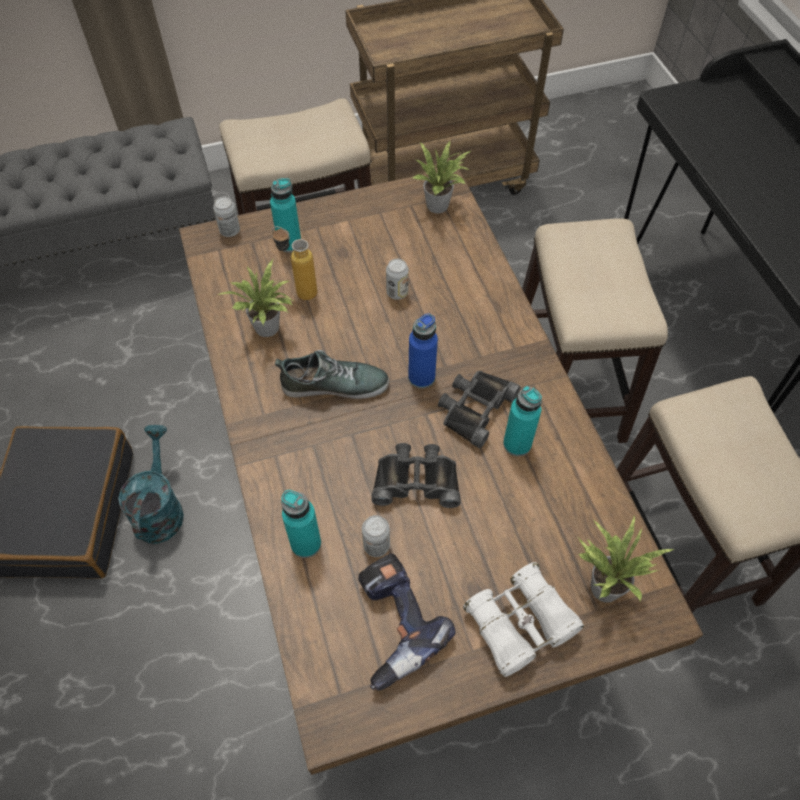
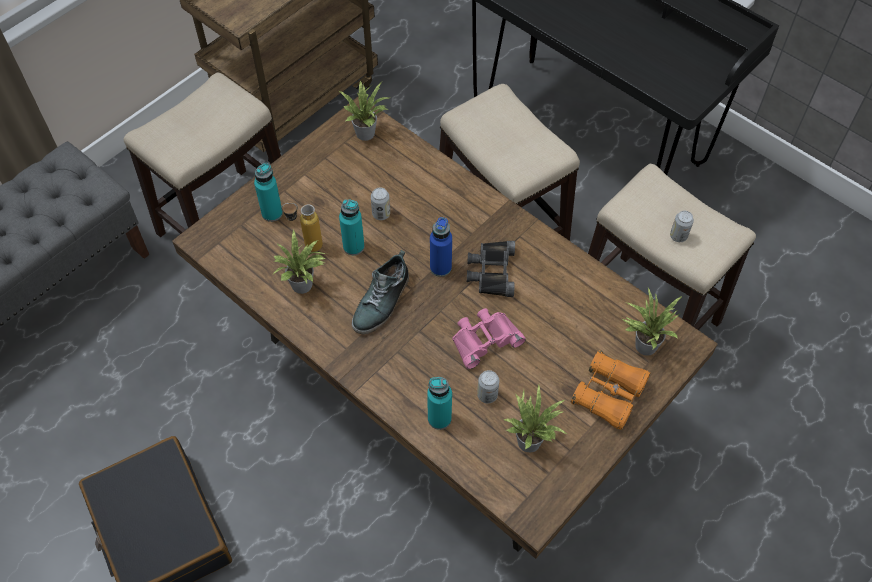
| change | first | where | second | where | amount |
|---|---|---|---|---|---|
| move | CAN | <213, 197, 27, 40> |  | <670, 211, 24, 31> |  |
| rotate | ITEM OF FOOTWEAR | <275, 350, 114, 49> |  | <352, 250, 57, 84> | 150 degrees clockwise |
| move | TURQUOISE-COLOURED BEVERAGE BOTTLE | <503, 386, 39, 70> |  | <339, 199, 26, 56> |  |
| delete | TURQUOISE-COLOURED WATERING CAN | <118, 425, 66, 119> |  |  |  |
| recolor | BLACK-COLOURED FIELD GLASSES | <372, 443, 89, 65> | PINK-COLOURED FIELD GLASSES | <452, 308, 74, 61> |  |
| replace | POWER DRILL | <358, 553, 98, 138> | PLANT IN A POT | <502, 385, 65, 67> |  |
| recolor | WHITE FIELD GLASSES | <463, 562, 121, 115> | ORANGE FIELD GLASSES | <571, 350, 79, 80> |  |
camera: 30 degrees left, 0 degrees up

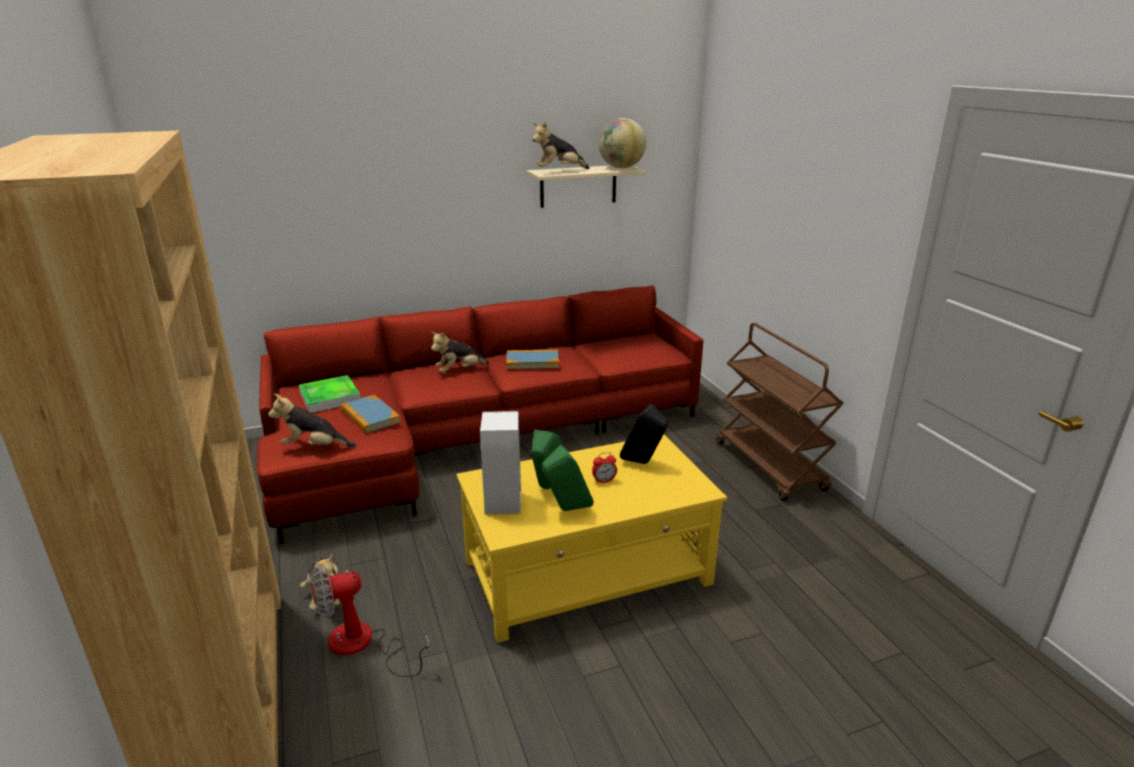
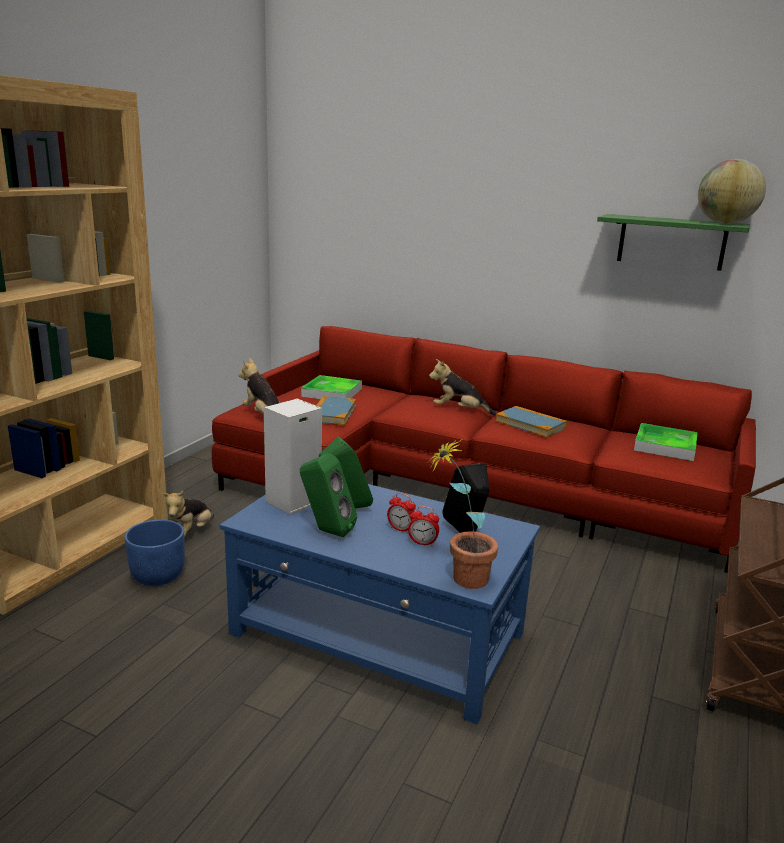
| change | first | where | second | where | amount |
|---|---|---|---|---|---|
| delete | SOFT TOY | <532, 122, 58, 47> |  |  |  |
| recolor | BEIGE-COLOURED SHELF | <527, 165, 119, 43> | GREEN SHELF | <597, 214, 153, 57> |  |
| recolor | YELLOW COFFEE TABLE | <457, 435, 270, 208> | BLUE COFFEE TABLE | <220, 484, 320, 240> |  |
| replace | ELECTRIC FAN | <310, 564, 121, 113> | BLUE FLOWER POT | <124, 520, 61, 66> |  |
| insert |  |  | CARRYING TRAY | <634, 423, 64, 38> |  |
| insert |  |  | PLANT IN A POT | <427, 439, 71, 150> |  |
| insert |  |  | ALARM CLOCK | <408, 506, 31, 40> |  |
camera: 45 degrees right, 5 degrees down

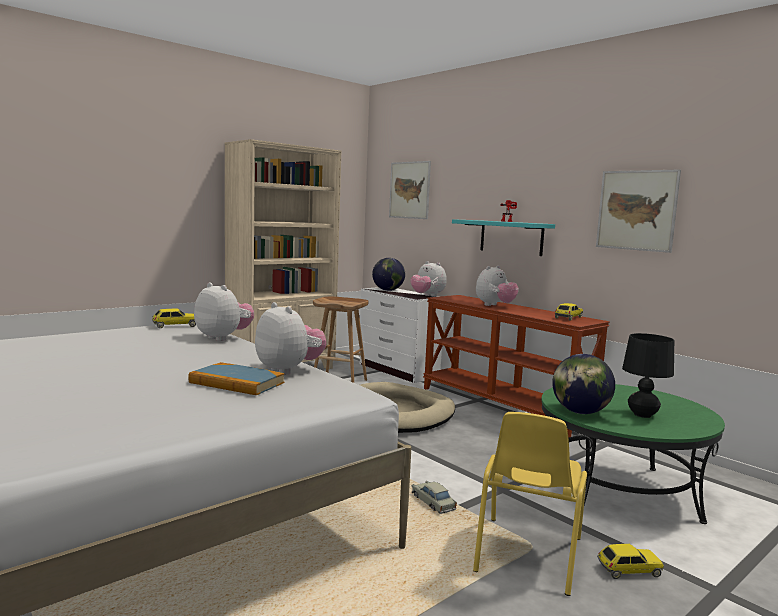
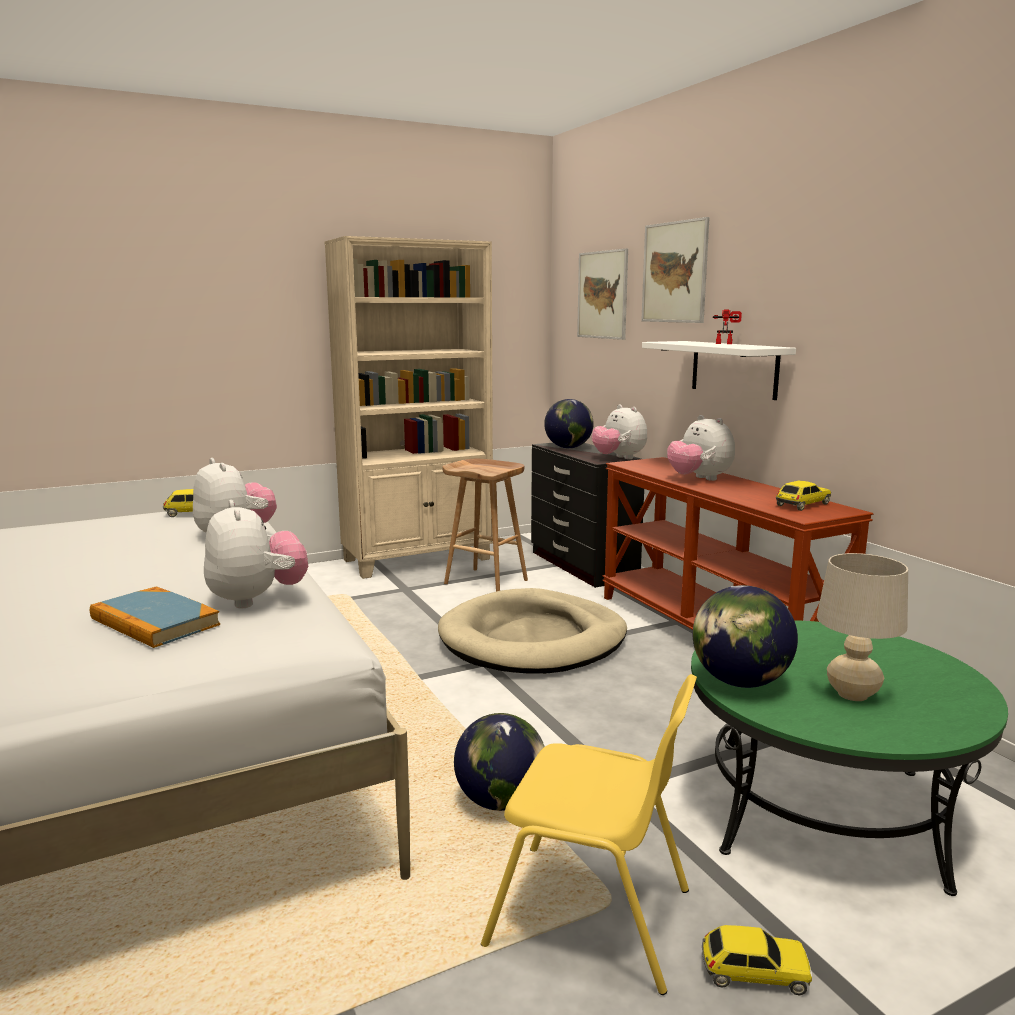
| change | first | where | second | where | amount |
|---|---|---|---|---|---|
| move | PICTURE | <596, 170, 85, 83> |  | <641, 217, 69, 106> |  |
| recolor | TURQUOISE-COLOURED SHELF | <452, 219, 103, 37> | WHITE SHELF | <642, 341, 154, 59> |  |
| rotate | SOFT TOY | <476, 265, 43, 41> |  | <667, 415, 68, 66> | 90 degrees clockwise |
| recolor | WHITE DRAWER CHEST | <359, 287, 85, 96> | BLACK-COLOURED DRAWER CHEST | <531, 443, 113, 145> |  |
| recolor | BLACK-COLOURED TABLE LAMP | <622, 333, 52, 85> | BEIGE-COLOURED TABLE LAMP | <817, 553, 91, 148> |  |
| rotate | YELLOW PLAIN CHAIR | <473, 412, 114, 184> |  | <481, 674, 216, 321> | 105 degrees counterclockwise |
| replace | BEIGE-COLOURED MODEL CAR | <412, 481, 45, 33> | WORLD GLOBE | <454, 713, 91, 98> |  |
camera: 15 degrees right, 5 degrees up

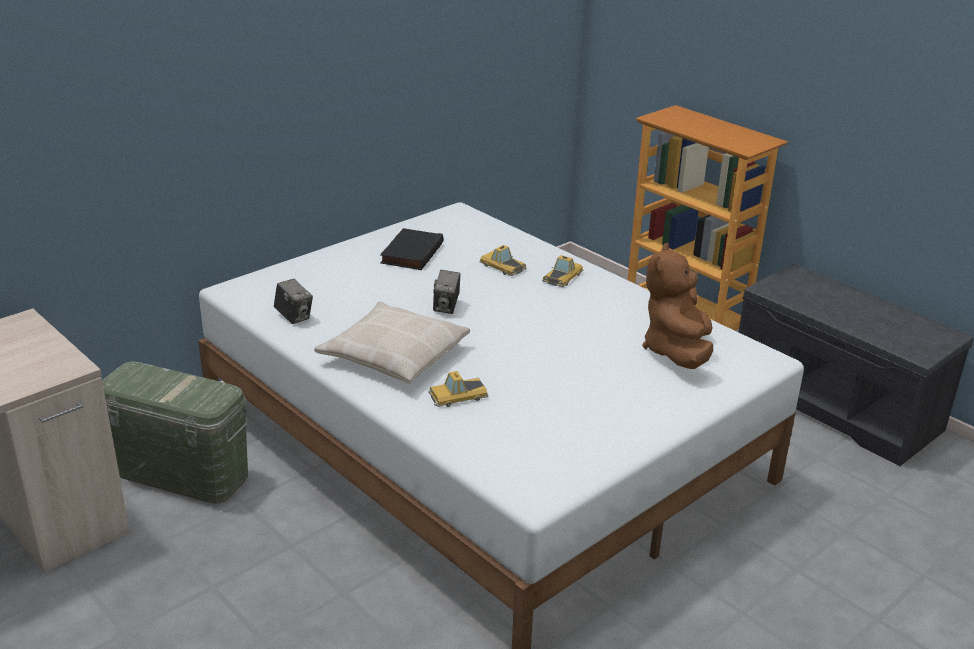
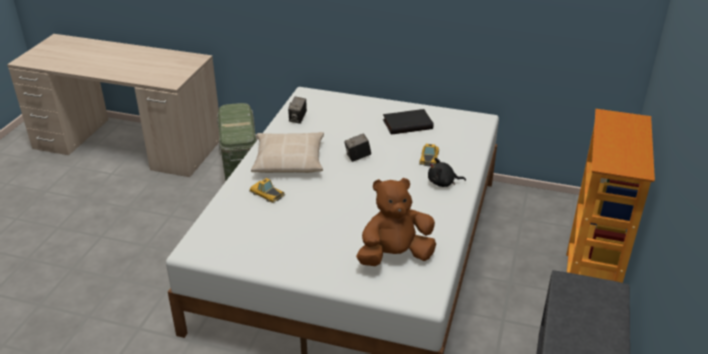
| change | first | where | second | where | amount |
|---|---|---|---|---|---|
| replace | MODEL CAR | <542, 255, 41, 32> | BLACK-COLOURED SOFT TOY | <428, 158, 38, 29> |  |
camera: 60 degrees right, 5 degrees up

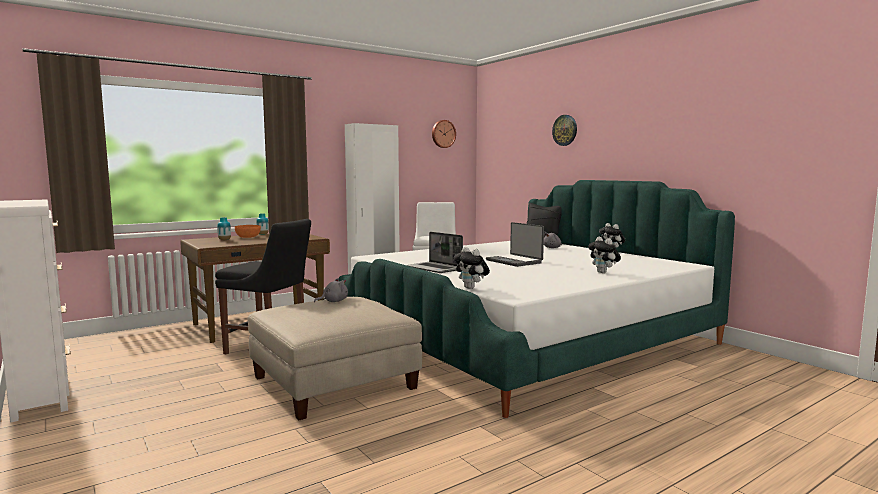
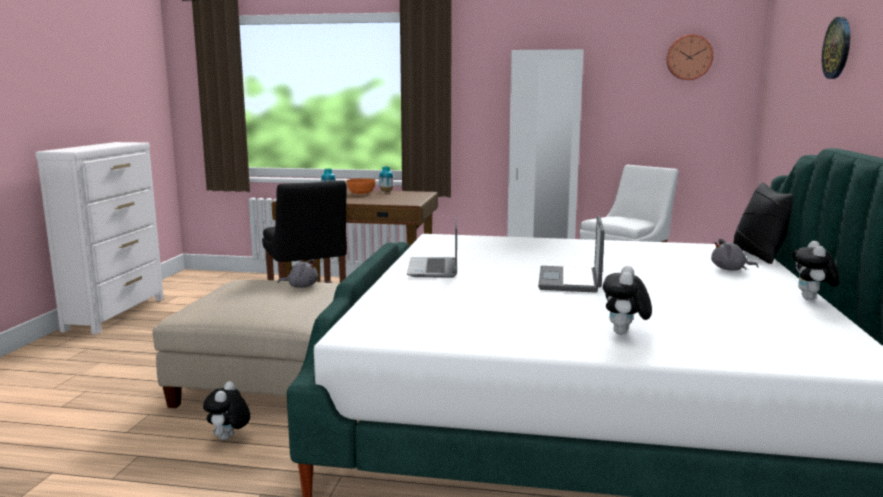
| change | first | where | second | where | amount |
|---|---|---|---|---|---|
| move | SOFT TOY | <453, 247, 37, 42> |  | <203, 381, 47, 59> |  |
camera: 45 degrees right, 5 degrees up

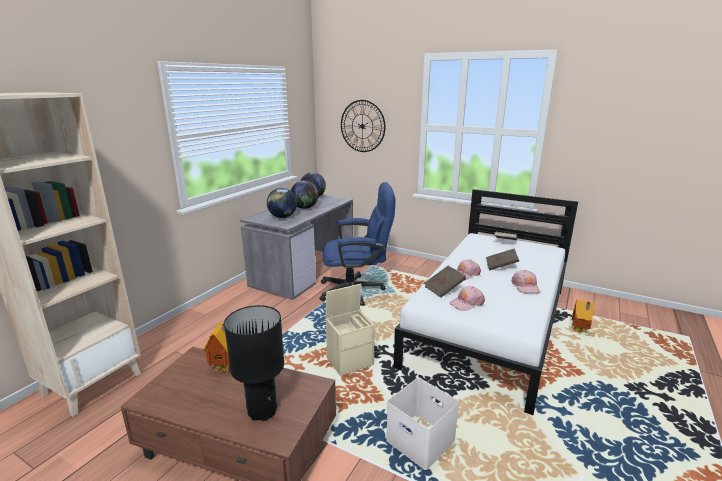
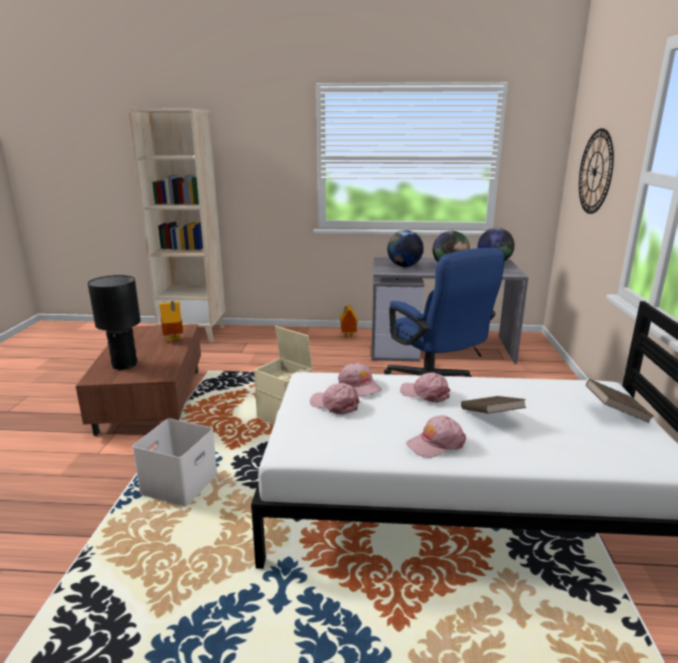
| change | first | where | second | where | amount |
|---|---|---|---|---|---|
| replace | BROWNISH BOUND BOOK | <424, 266, 42, 32> | PINK-COLOURED CAP | <338, 362, 44, 35> |  |
| move | TOY HOUSE | <572, 300, 23, 33> |  | <340, 305, 18, 33> |  |
camera: 65 degrees right, 0 degrees up

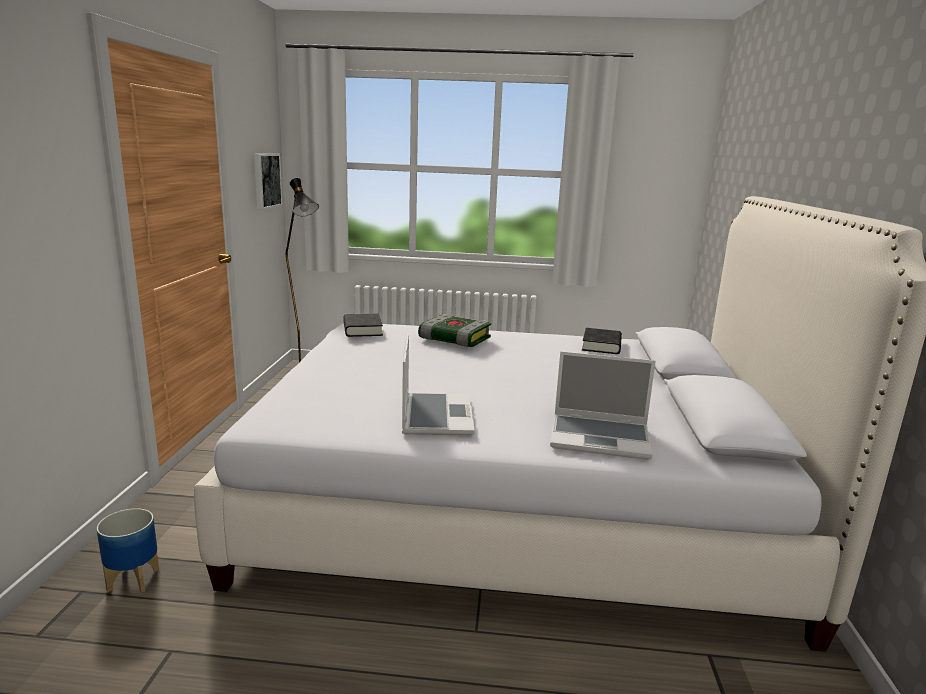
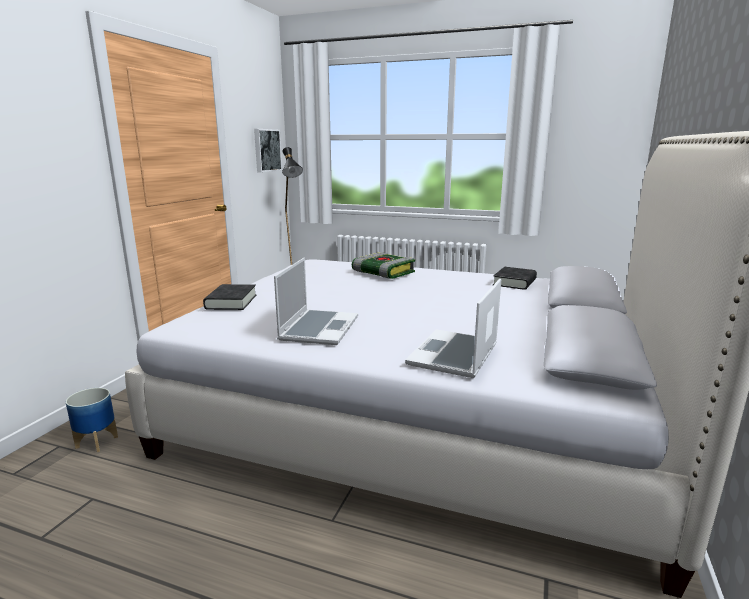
| change | first | where | second | where | amount |
|---|---|---|---|---|---|
| move | BLACK-COLOURED BOUND BOOK | <343, 313, 40, 24> |  | <203, 284, 54, 26> |  |
| rotate | PORTABLE COMPUTER | <550, 351, 106, 109> |  | <405, 279, 96, 99> | 90 degrees clockwise |
camera: 15 degrees right, 0 degrees up

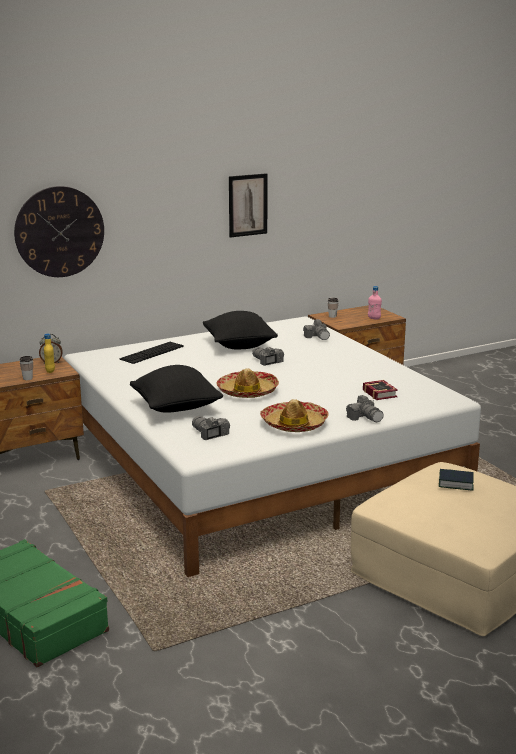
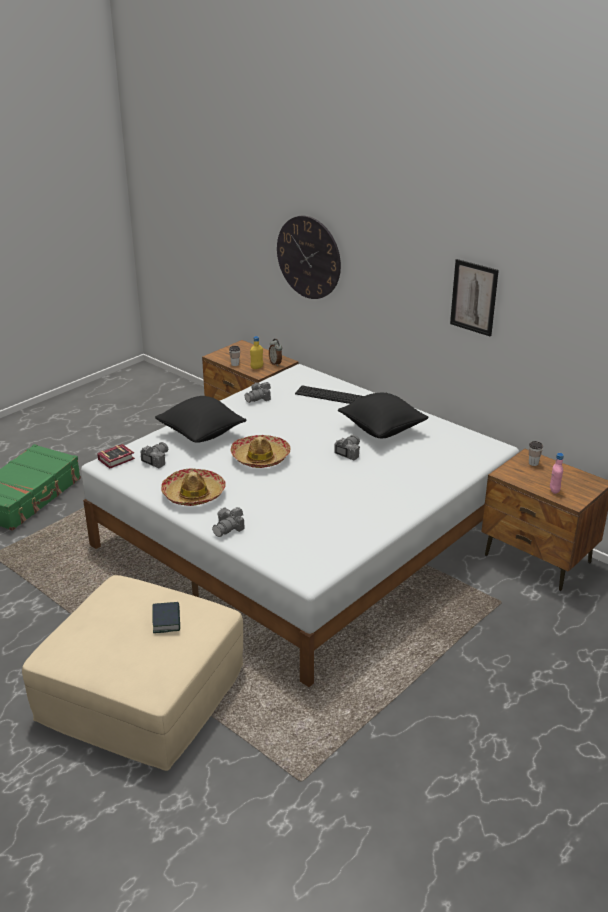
| change | first | where | second | where | amount |
|---|---|---|---|---|---|
| move | STILL CAMERA | <303, 319, 27, 21> |  | <245, 382, 26, 21> |  |
| move | BOUND BOOK | <363, 380, 35, 20> |  | <97, 444, 38, 24> |  |
camera: 70 degrees right, 10 degrees up

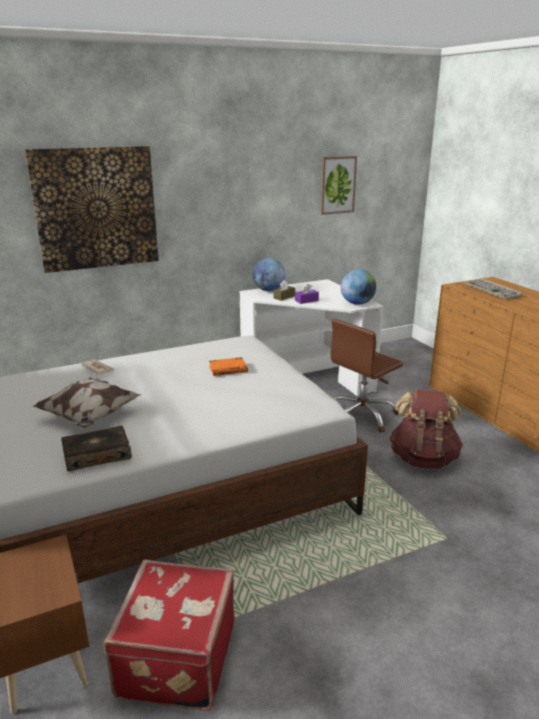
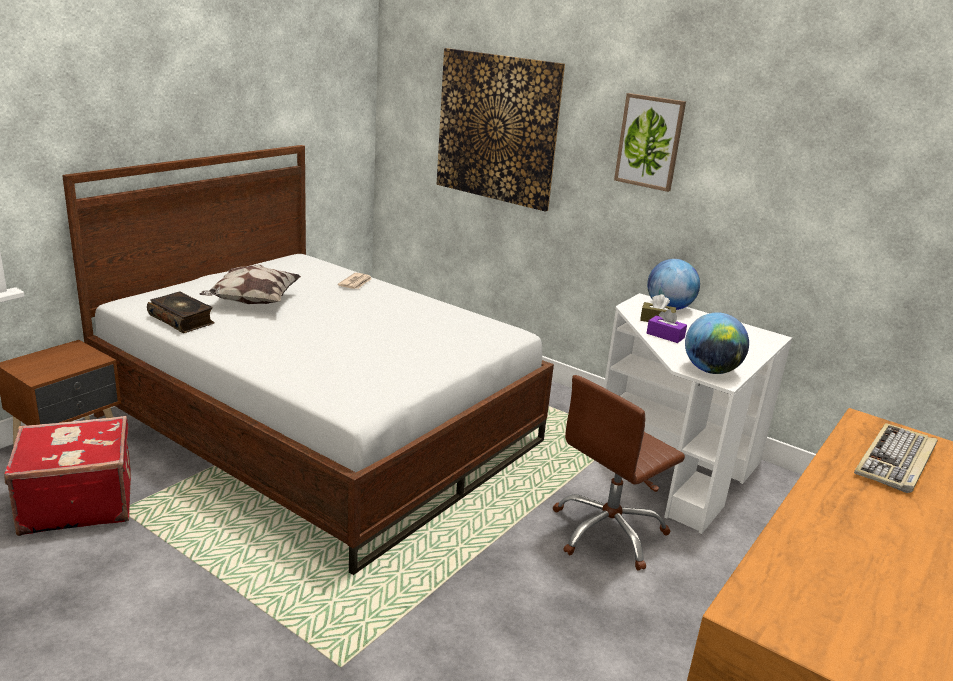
| change | first | where | second | where | amount |
|---|---|---|---|---|---|
| move | PICTURE | <320, 156, 37, 59> |  | <614, 93, 72, 99> |  |
| rotate | BROWNISH DESK CHAIR | <331, 319, 72, 114> |  | <553, 375, 132, 196> | 60 degrees counterclockwise |
| delete | ORANGE BOUND BOOK | <209, 357, 39, 19> |  |  |  |
| delete | BROWNISH BACKPACK | <390, 390, 73, 79> |  |  |  |
camera: 60 degrees right, 0 degrees up

